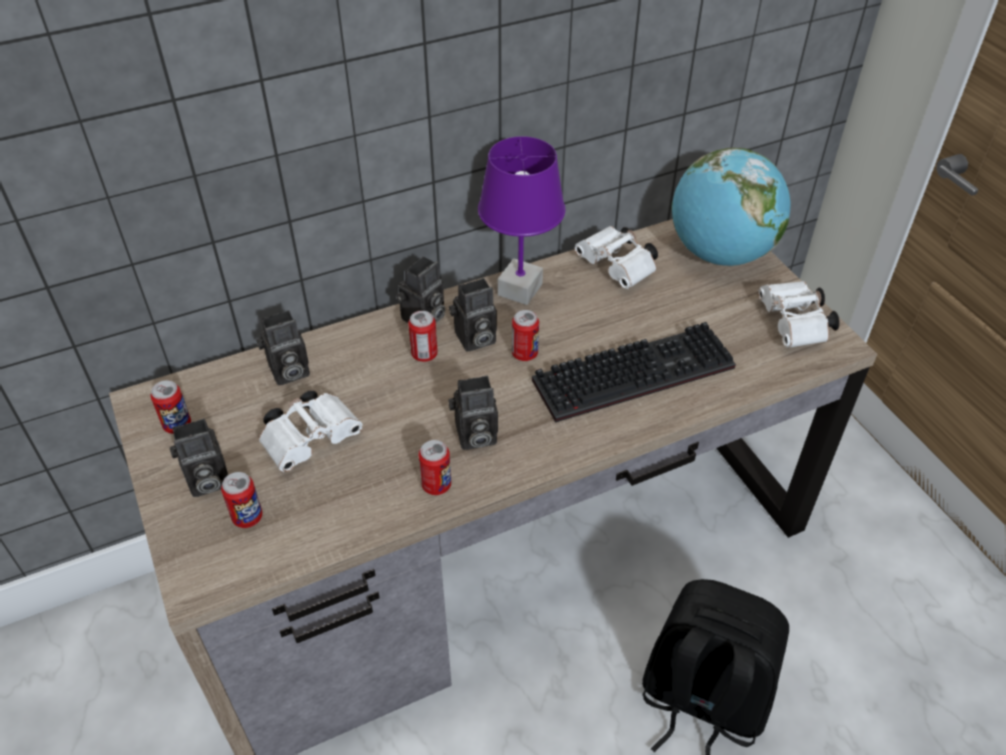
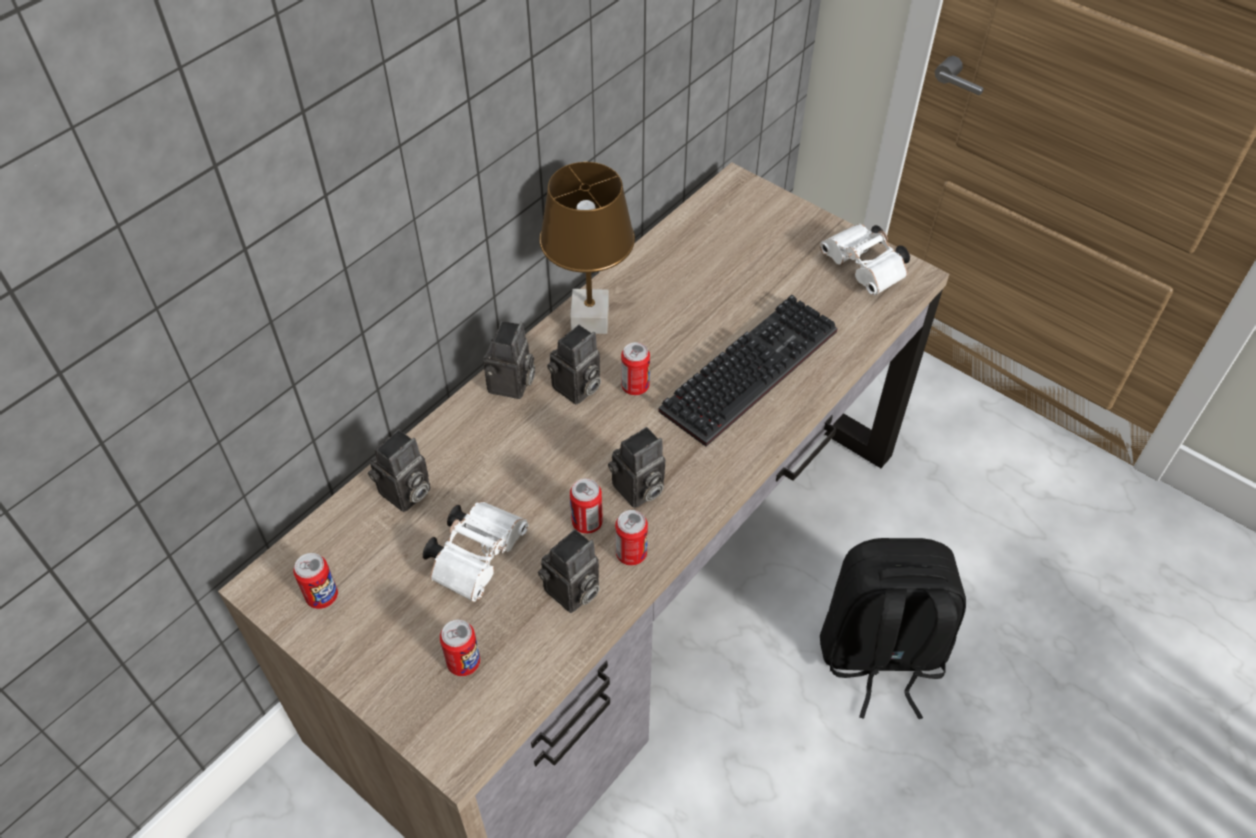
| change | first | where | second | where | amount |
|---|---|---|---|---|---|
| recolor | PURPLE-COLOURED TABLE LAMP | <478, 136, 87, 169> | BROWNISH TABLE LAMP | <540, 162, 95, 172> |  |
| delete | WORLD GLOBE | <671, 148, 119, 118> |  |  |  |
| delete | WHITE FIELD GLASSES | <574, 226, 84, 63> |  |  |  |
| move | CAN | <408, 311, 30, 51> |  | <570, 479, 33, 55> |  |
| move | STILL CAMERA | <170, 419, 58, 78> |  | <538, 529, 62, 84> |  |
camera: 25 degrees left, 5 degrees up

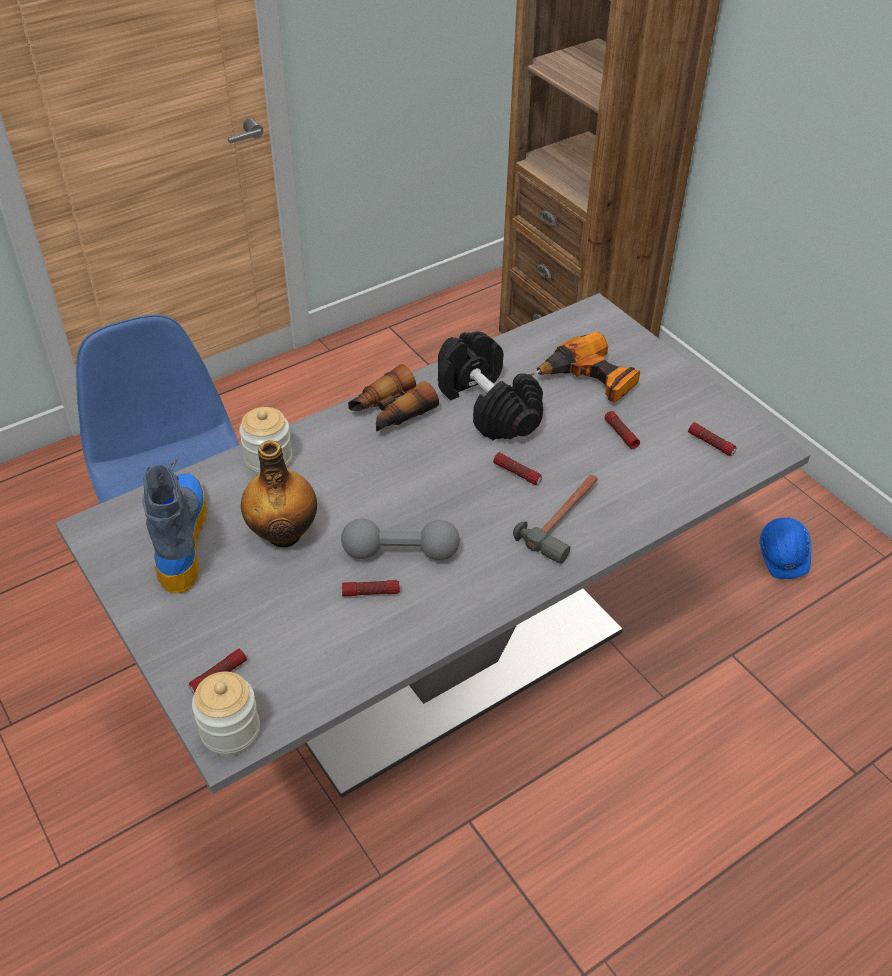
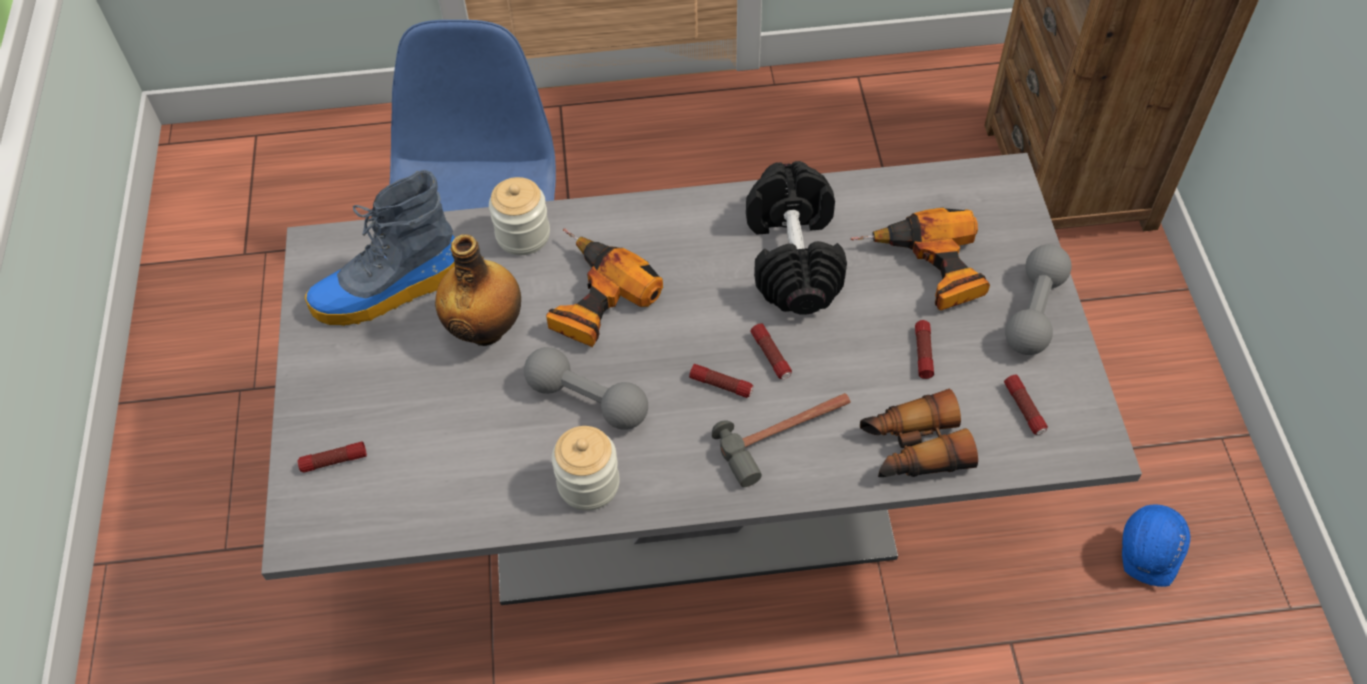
| change | first | where | second | where | amount |
|---|---|---|---|---|---|
| move | FIELD GLASSES | <348, 364, 91, 68> |  | <860, 389, 118, 88> |  |
| rotate | HIGH-TOP BOOT | <142, 457, 65, 136> |  | <305, 170, 150, 156> | 135 degrees counterclockwise |
| move | TORCH | <342, 580, 58, 17> |  | <689, 364, 64, 34> |  |
| move | PRESERVE JAR | <192, 672, 68, 84> |  | <552, 426, 68, 85> |  |
| insert |  |  | POWER DRILL | <546, 228, 117, 119> |  |
| insert |  |  | GREY DUMBBELL | <1005, 244, 67, 111> |  |
camera: 30 degrees right, 10 degrees up

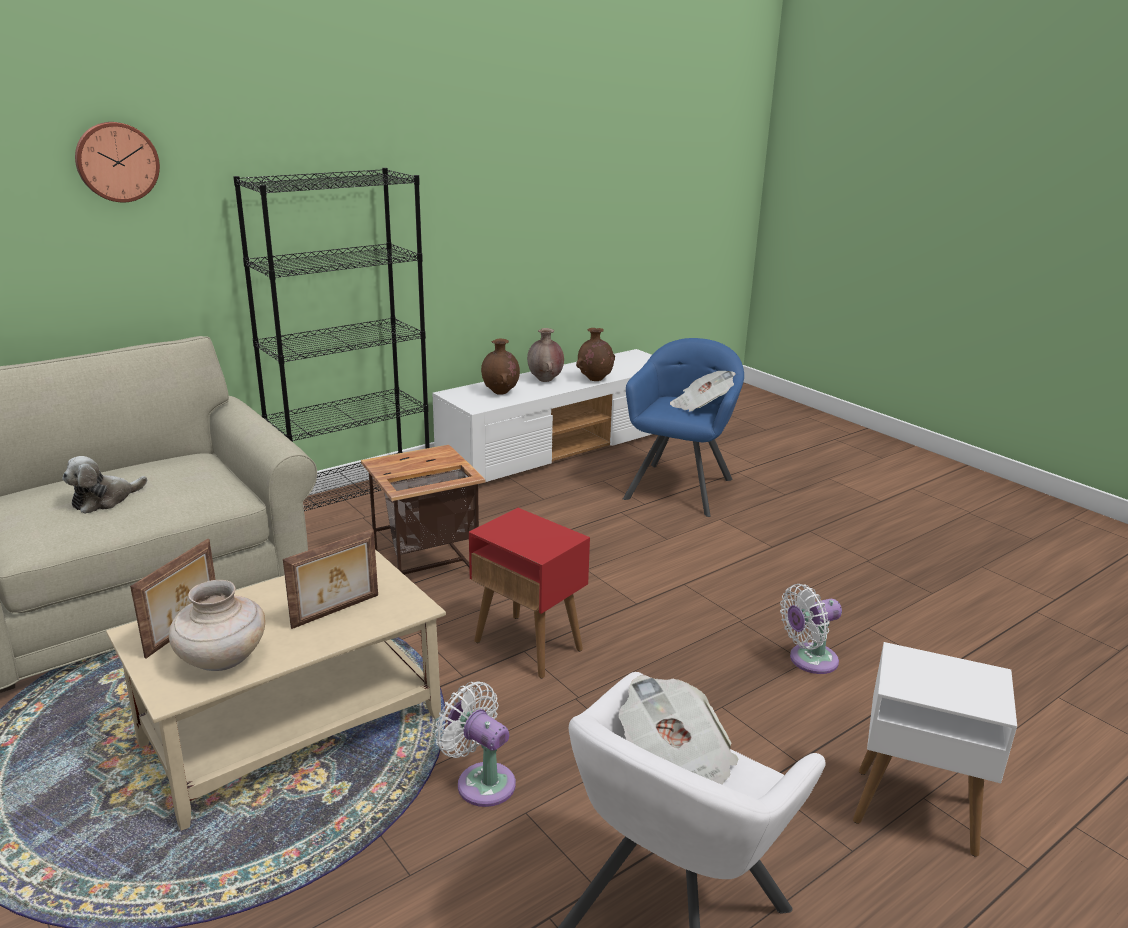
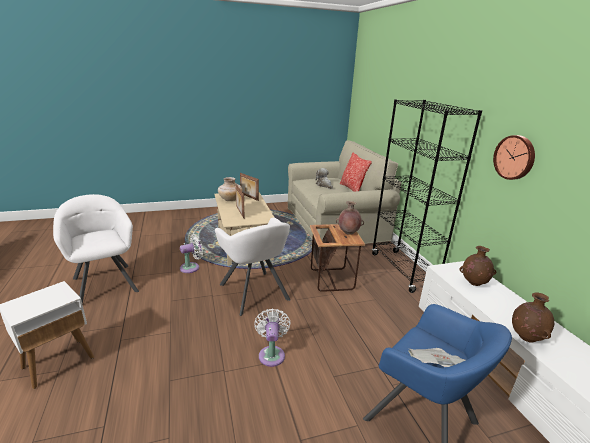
| change | first | where | second | where | amount |
|---|---|---|---|---|---|
| move | WALL CLOCK | <75, 122, 85, 80> |  | <493, 135, 42, 45> |  |
| move | BROWNISH FLOWER VASE | <527, 328, 37, 54> |  | <336, 201, 28, 34> |  |
| replace | RED-COLOURED END TABLE | <469, 508, 121, 170> | WHITE EASY CHAIR | <215, 217, 76, 99> |  |
| move | WHITE ELECTRIC FAN | <780, 584, 62, 90> |  | <254, 308, 36, 59> |  |
| delete | NEWSPAPER | <619, 675, 120, 110> |  |  |  |
| insert |  |  | PILLOW | <339, 153, 33, 39> |  |
camera: 110 degrees right, 0 degrees up

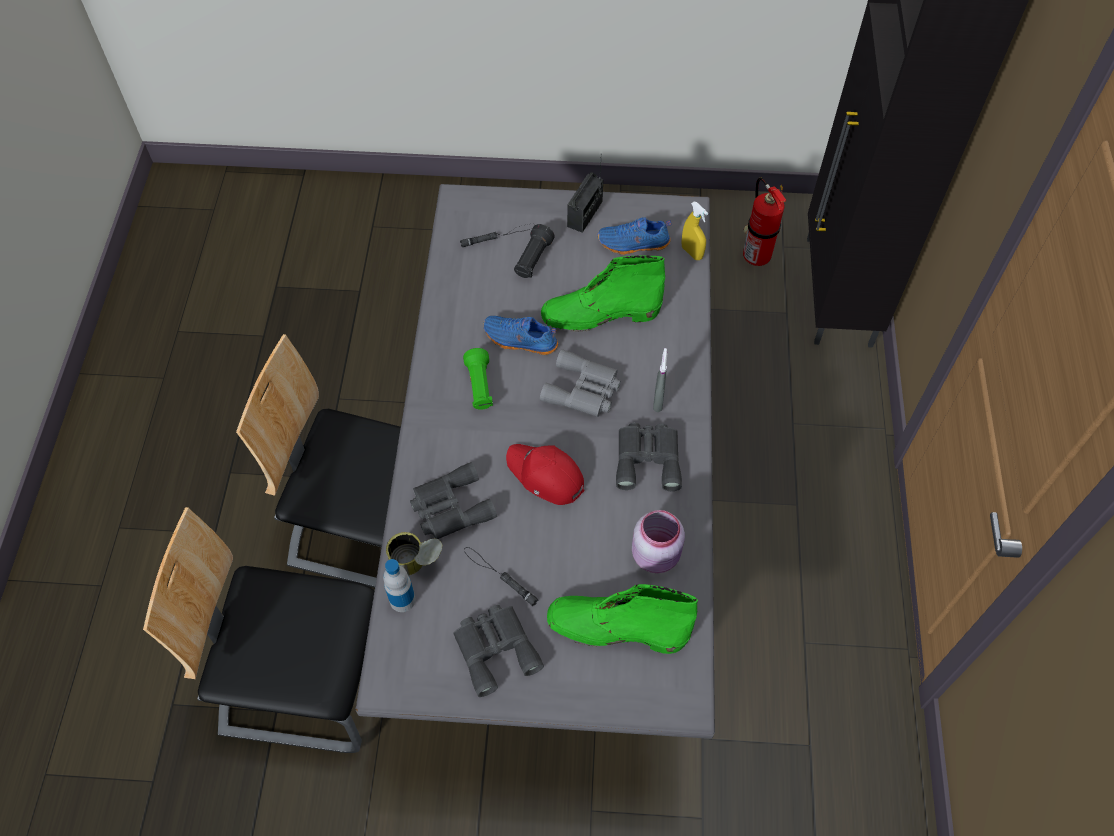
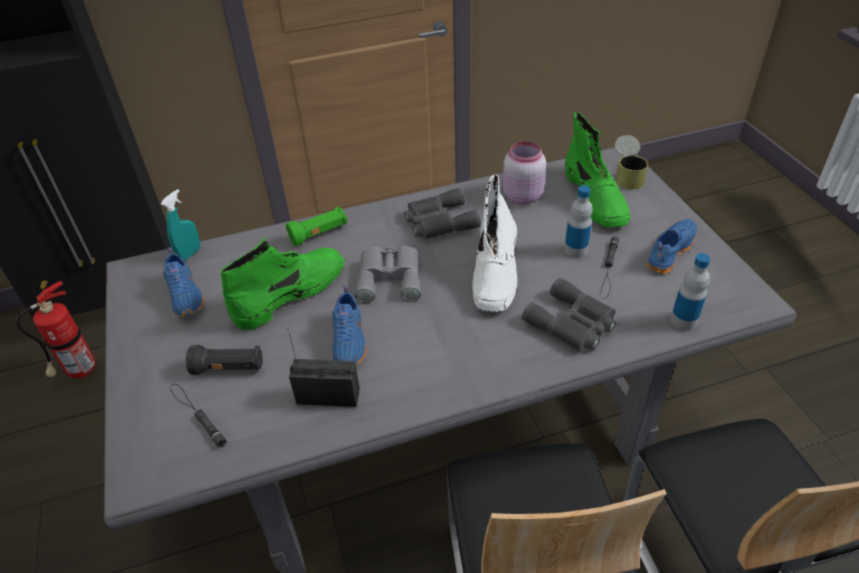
| change | first | where | second | where | amount |
|---|---|---|---|---|---|
| move | RADIO RECEIVER | <567, 153, 36, 80> |  | <287, 328, 73, 79> |  |
| recolor | YELLOW SPRAY BOTTLE | <681, 202, 27, 58> | TURQUOISE-COLOURED SPRAY BOTTLE | <161, 189, 39, 72> |  |
| rotate | GREEN HIGH-TOP BOOT | <541, 255, 124, 77> |  | <220, 238, 125, 92> | 105 degrees counterclockwise |
| move | GREEN TORCH | <463, 348, 30, 62> |  | <286, 207, 61, 39> |  |
| delete | GREY SPRAY BOTTLE | <653, 348, 14, 64> |  |  |  |
| replace | RED-COLOURED CAP | <506, 444, 79, 61> | WHITE HIGH-TOP BOOT | <472, 174, 46, 138> |  |
| move | CAN | <386, 532, 56, 43> |  | <615, 135, 33, 55> |  |
| replace | GREY FIELD GLASSES | <453, 605, 91, 92> | BLUE ITEM OF FOOTWEAR | <647, 219, 50, 55> |  |
| insert |  |  | BEVERAGE BOTTLE | <564, 185, 29, 73> |  |
camera: 110 degrees left, 15 degrees down

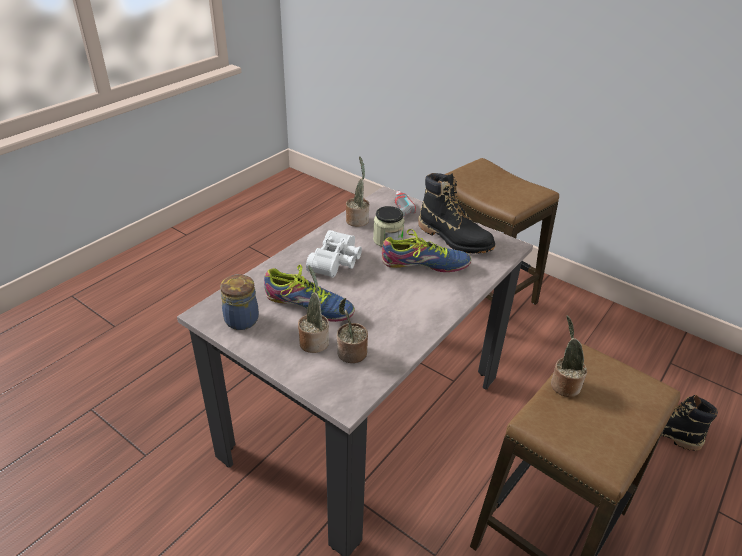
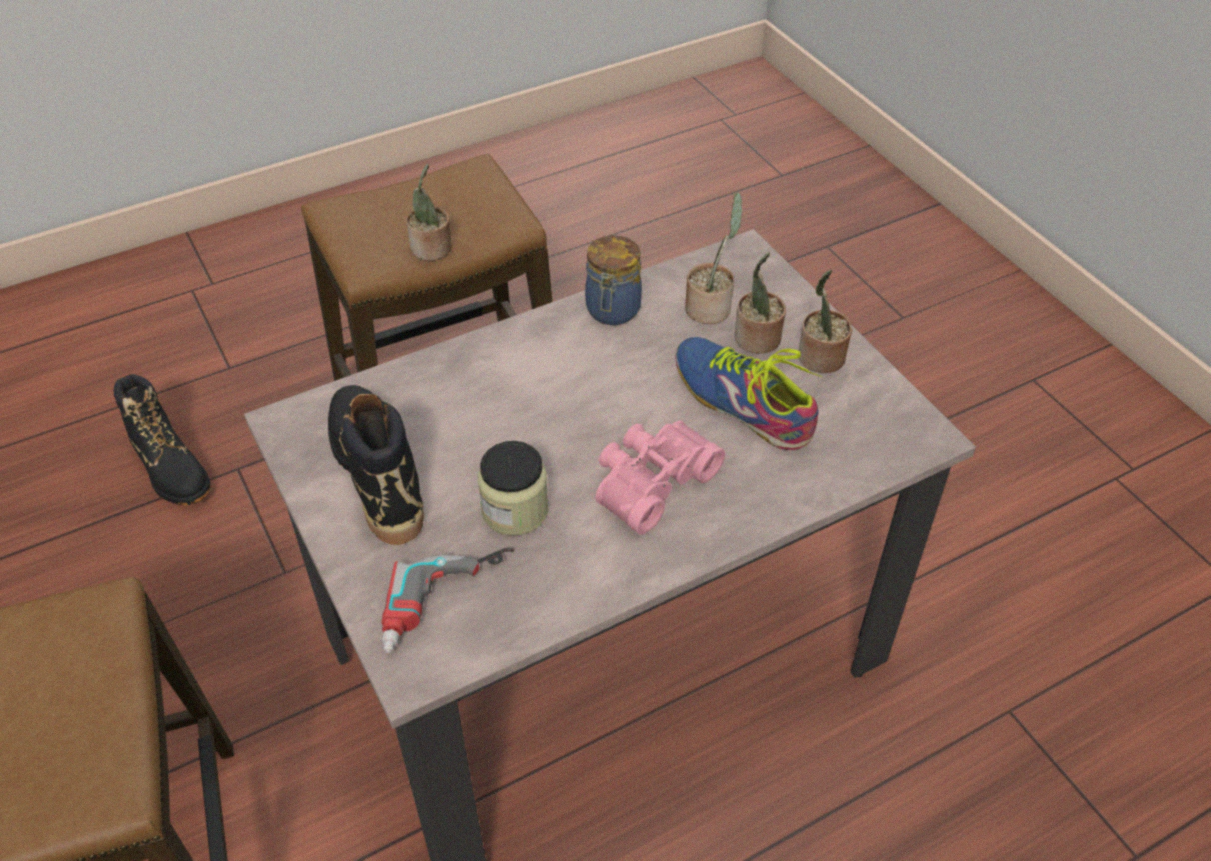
| change | first | where | second | where | amount |
|---|---|---|---|---|---|
| move | PLANT IN A POT | <346, 156, 23, 71> |  | <799, 270, 53, 103> |  |
| delete | ITEM OF FOOTWEAR | <382, 229, 89, 43> |  |  |  |
| recolor | WHITE FIELD GLASSES | <306, 230, 56, 48> | PINK-COLOURED FIELD GLASSES | <596, 421, 129, 114> |  |
| move | PRESERVE JAR | <220, 274, 39, 56> |  | <585, 235, 57, 90> |  |
camera: 155 degrees left, 10 degrees up

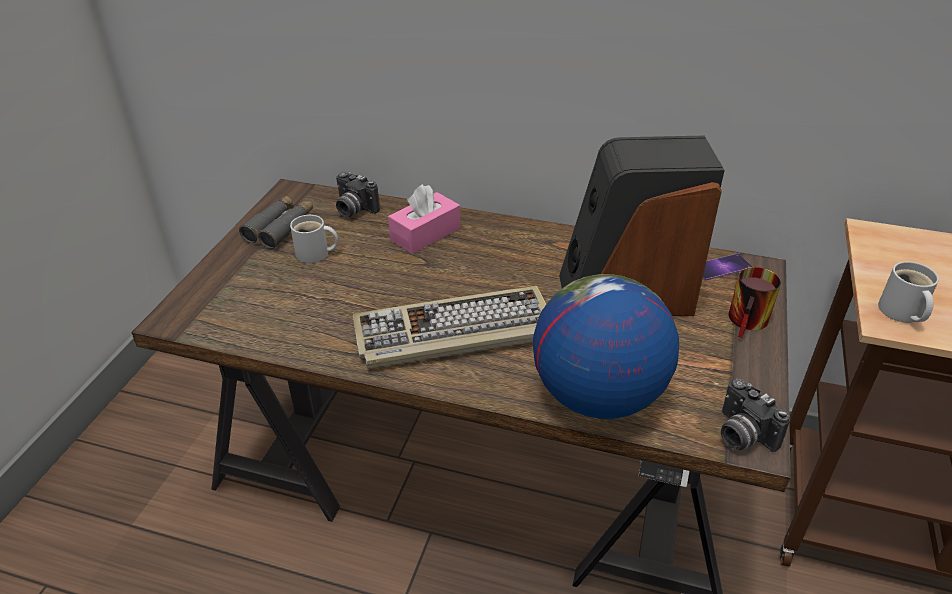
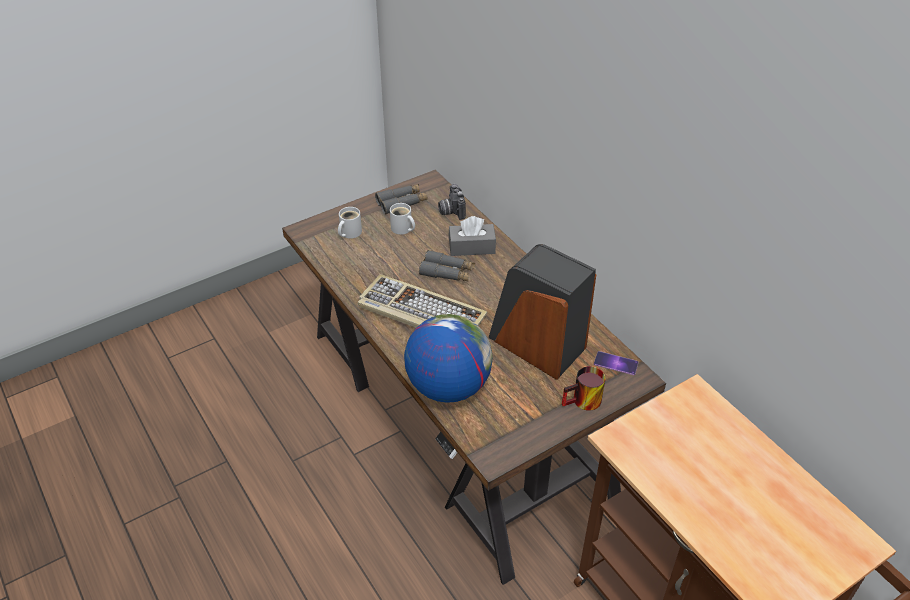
| change | first | where | second | where | amount |
|---|---|---|---|---|---|
| recolor | PINK-COLOURED BOX OF TISSUES | <388, 184, 72, 70> | GREY BOX OF TISSUES | <449, 216, 47, 40> |  |
| move | WHITE TEA MUG | <878, 261, 61, 62> |  | <338, 207, 24, 32> |  |
| delete | STILL CAMERA | <721, 379, 69, 73> |  |  |  |
| insert |  |  | GREY FIELD GLASSES | <419, 250, 56, 32> |  |
camera: 40 degrees right, 5 degrees up

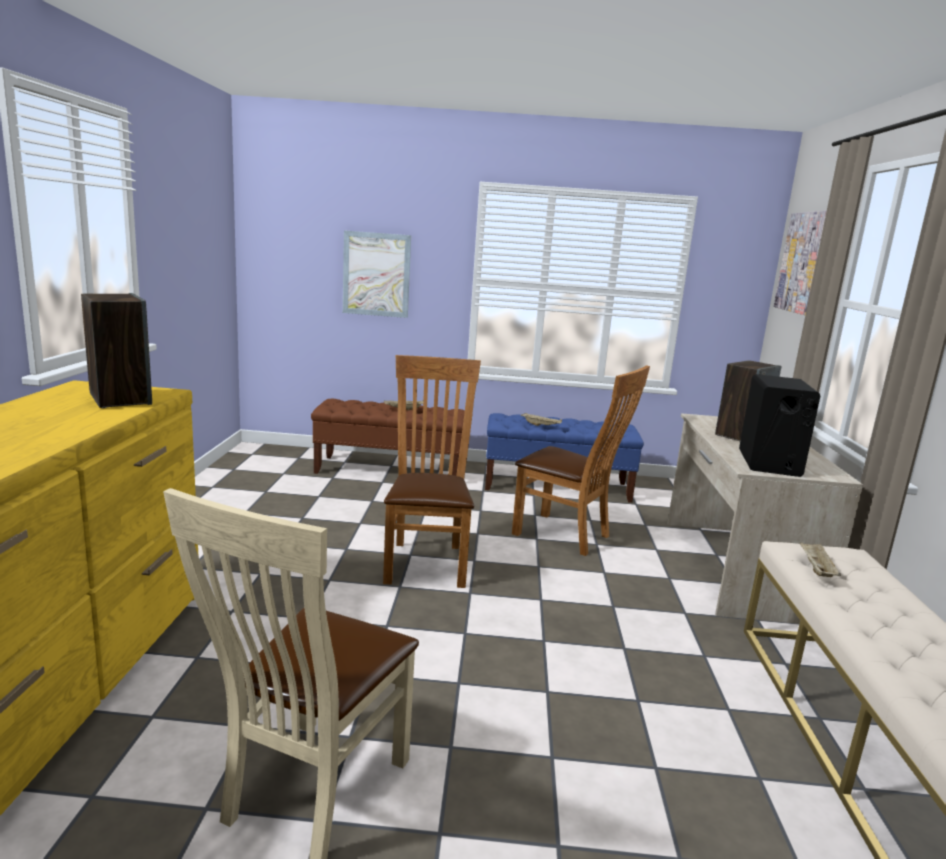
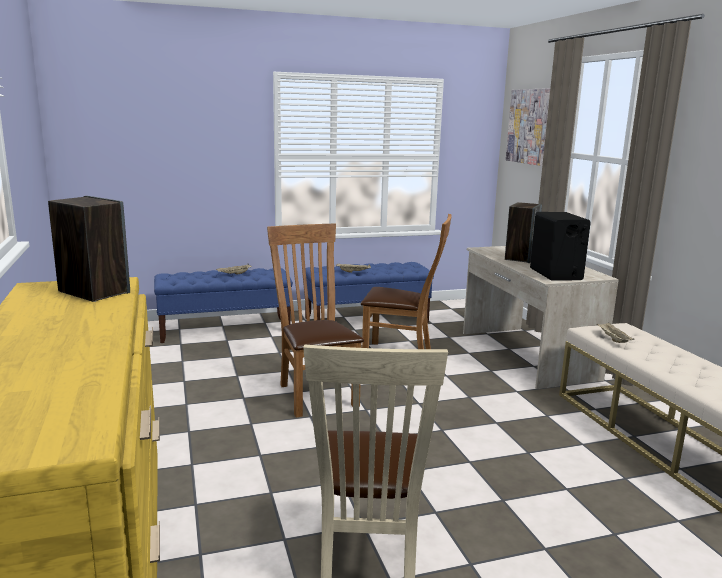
| change | first | where | second | where | amount |
|---|---|---|---|---|---|
| delete | PICTURE | <343, 231, 68, 87> |  |  |  |
| recolor | BROWNISH LONG SEAT | <311, 399, 154, 77> | BLUE LONG SEAT | <154, 268, 139, 75> |  |
camera: 20 degrees left, 0 degrees up

